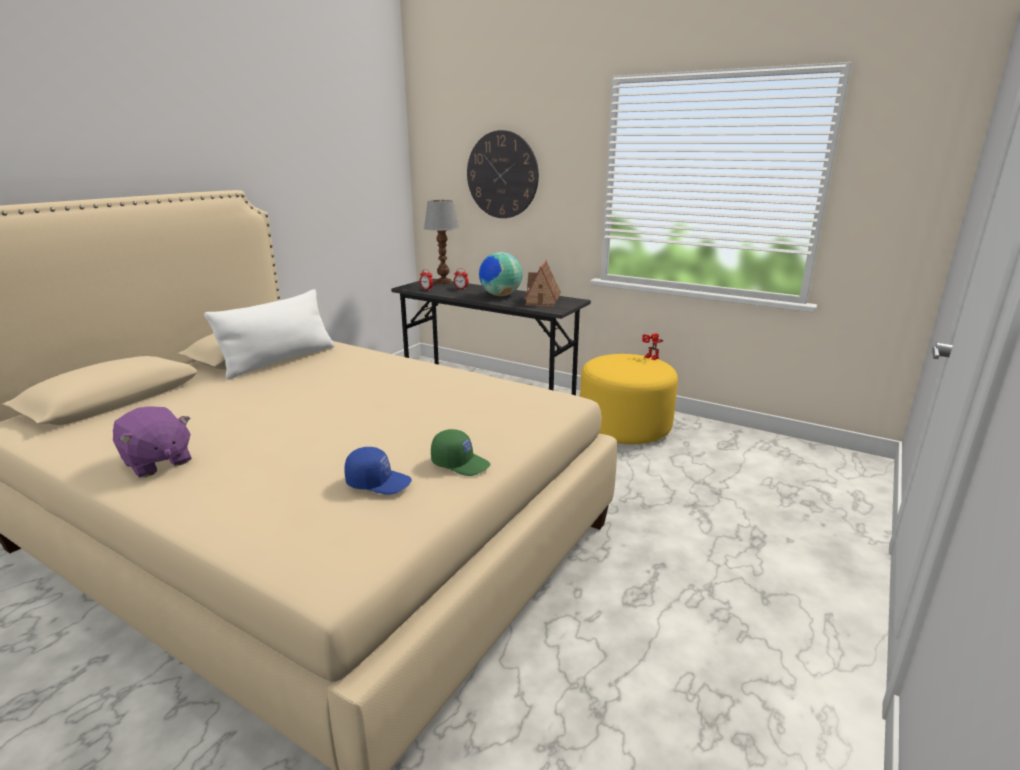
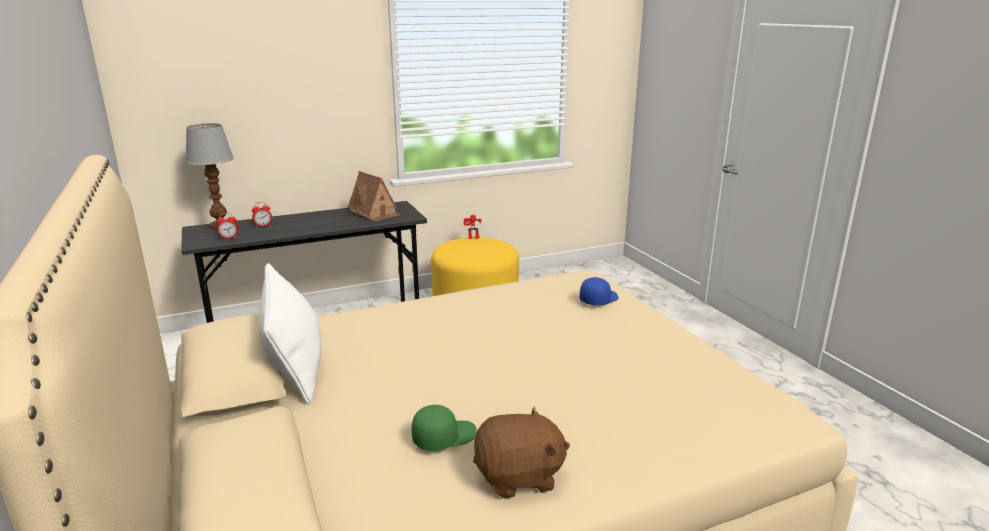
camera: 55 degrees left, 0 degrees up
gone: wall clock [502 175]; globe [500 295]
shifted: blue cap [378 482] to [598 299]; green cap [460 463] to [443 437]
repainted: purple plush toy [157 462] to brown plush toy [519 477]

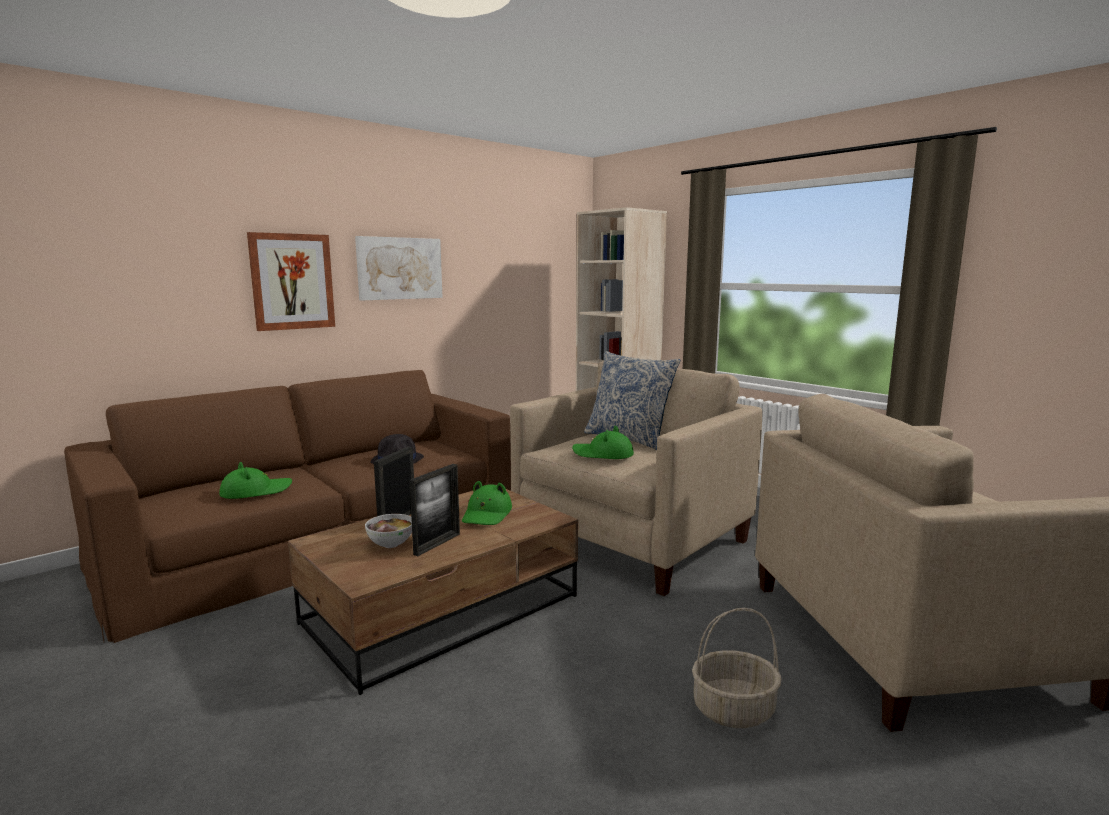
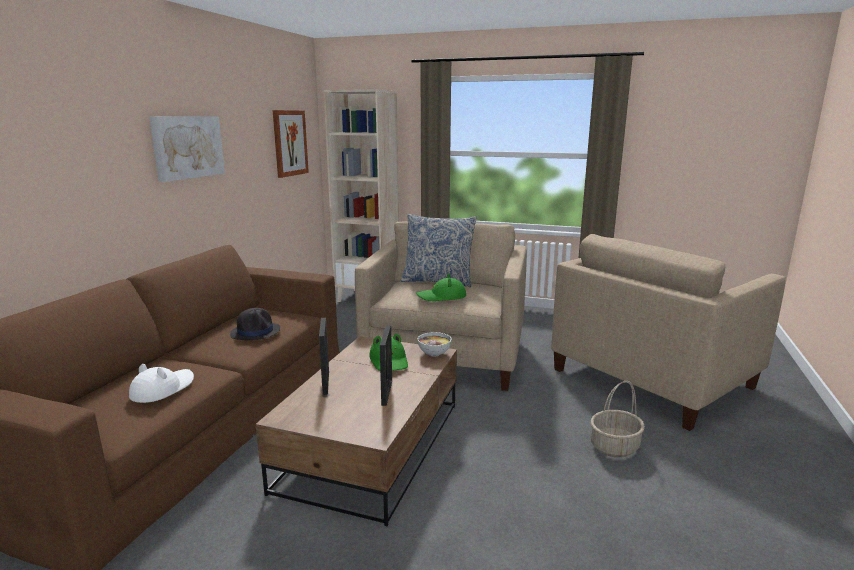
camera: 30 degrees left, 5 degrees up
shifted: picture [292 281] to [290 143]; bowl [391 544] to [434 354]
repainted: green hat [256 491] to white hat [162 389]

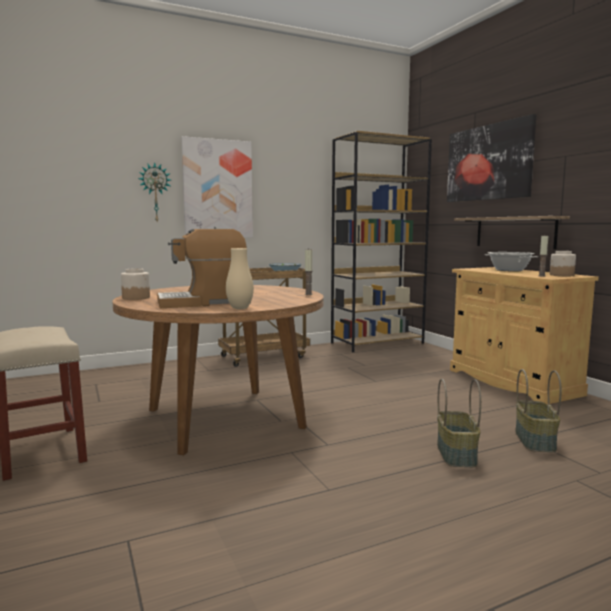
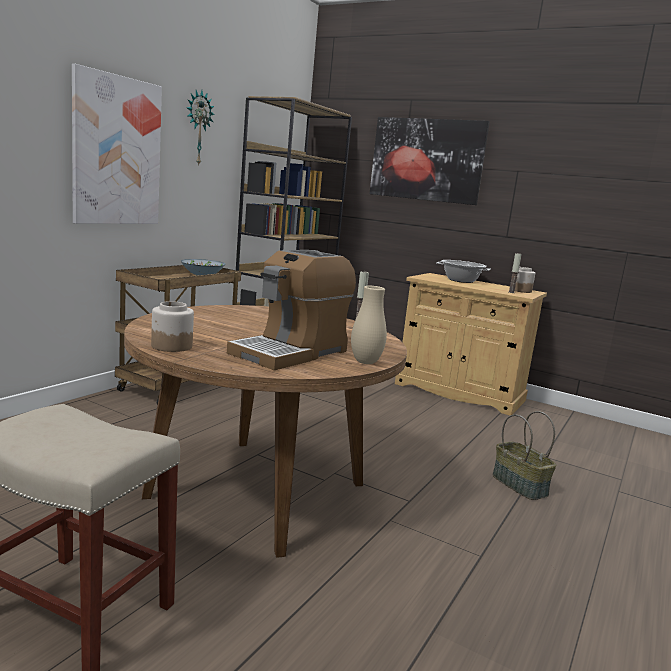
camera: 35 degrees left, 5 degrees up
gone: shelf [514 232]; basket [536 441]
shifted: wall clock [155 193] to [197 128]

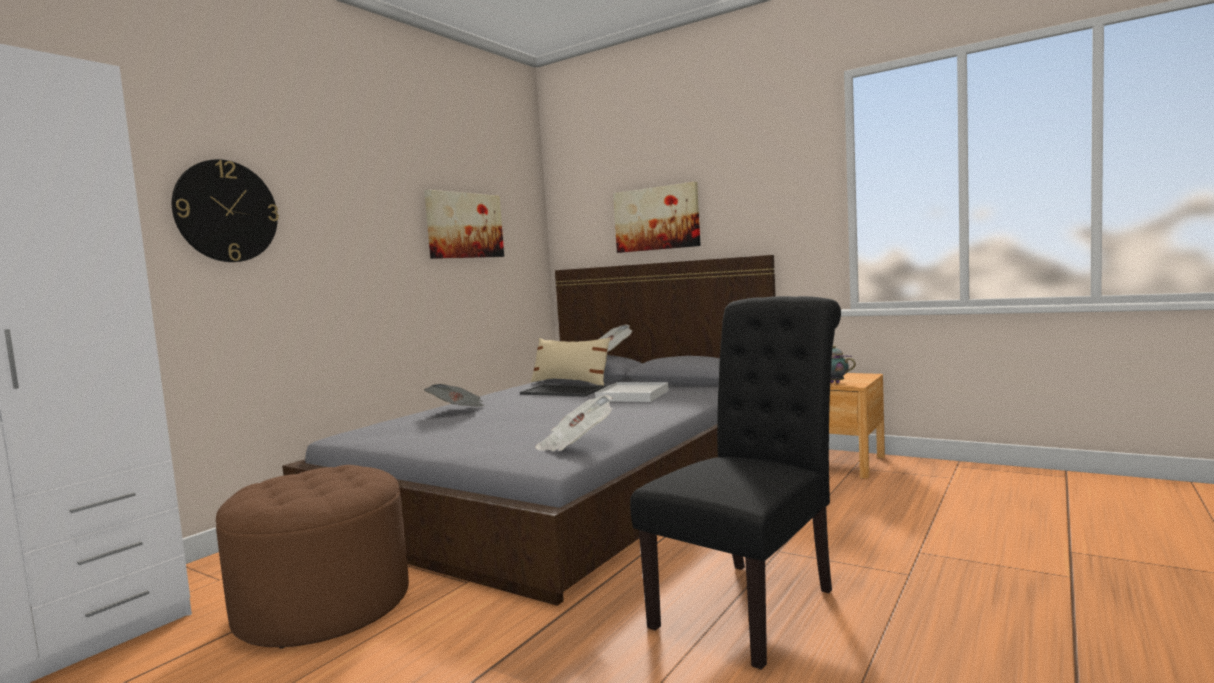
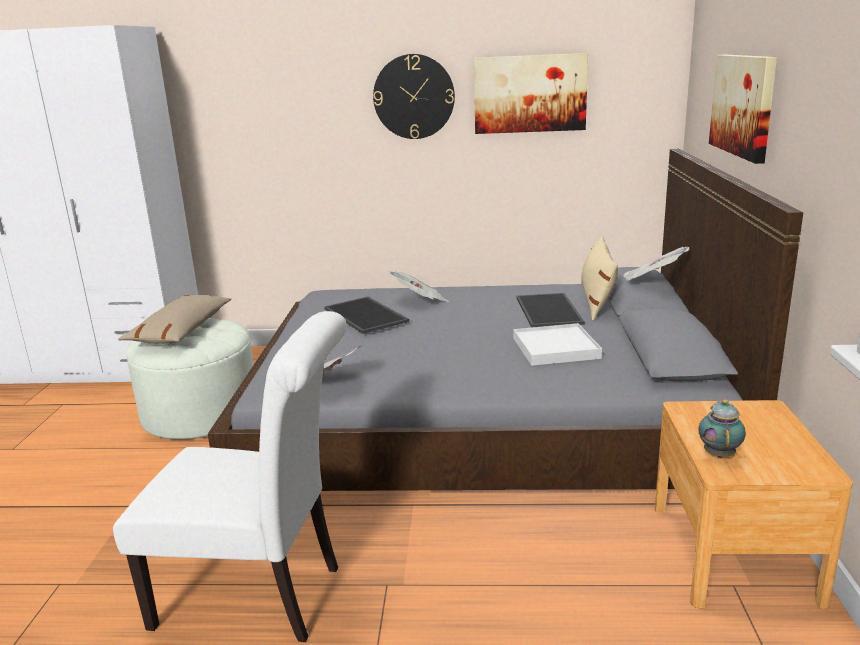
camera: 60 degrees right, 15 degrees up
new: beige pillow [181 330]; tray [367 315]
shifted: wall clock [226 211] to [414 97]
repainted: brown ottoman [323 605] to white ottoman [201 413]; black chair [752 603] to white chair [260 596]

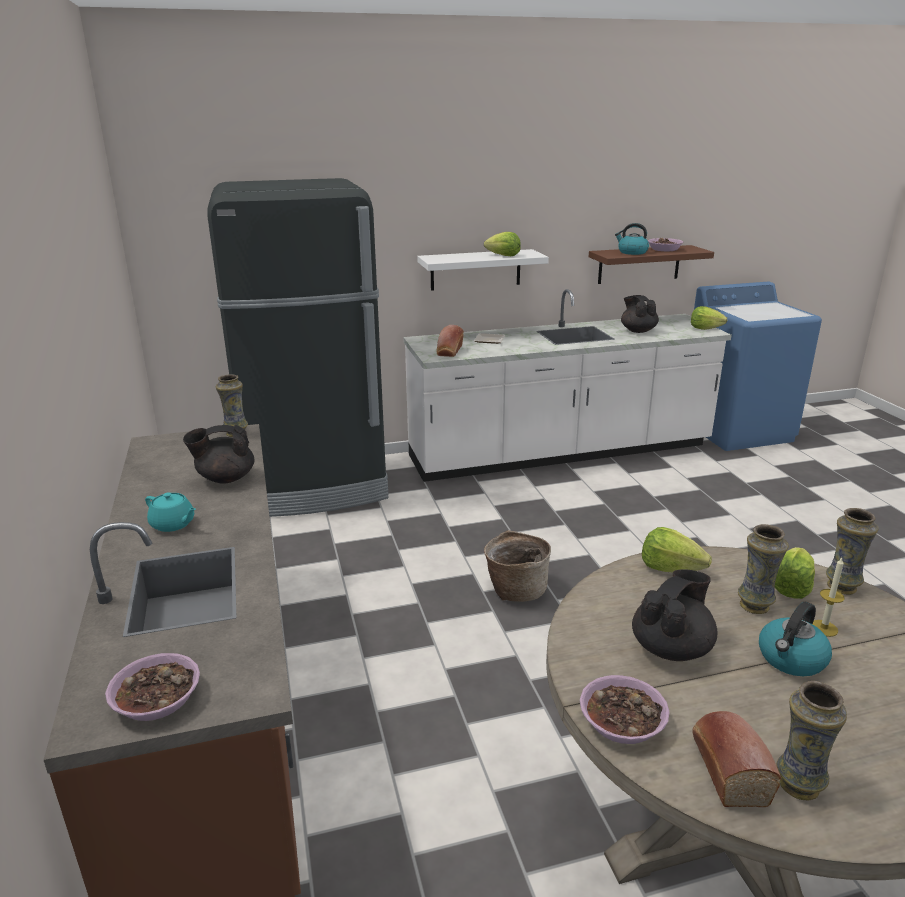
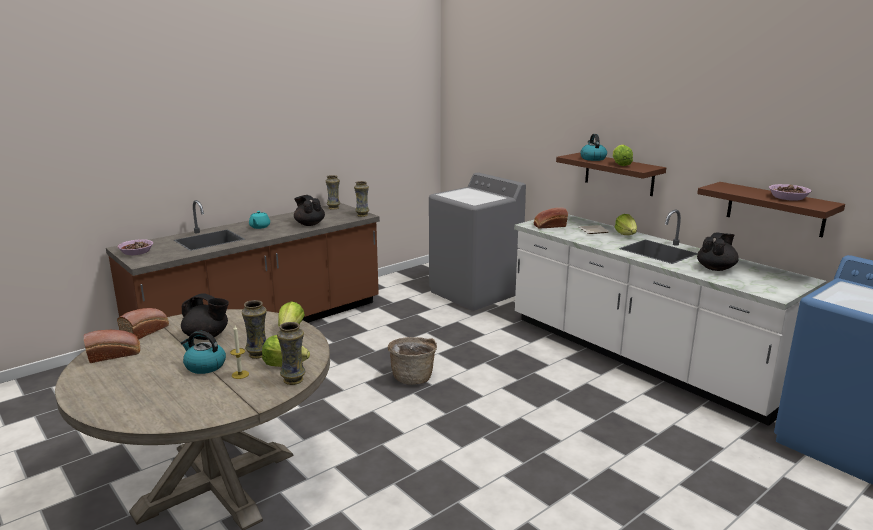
camera: 65 degrees right, 5 degrees down
shifted: kettle [632 252] to [592 158]; lettuce [705 328] to [626 234]; vase [798 784] to [334 208]
swapped: black fridge [316 487] to grey washing machine [475 293]; bowl [622 721] to bread [146 331]
repainted: white shelf [475 270] to brown shelf [619 174]

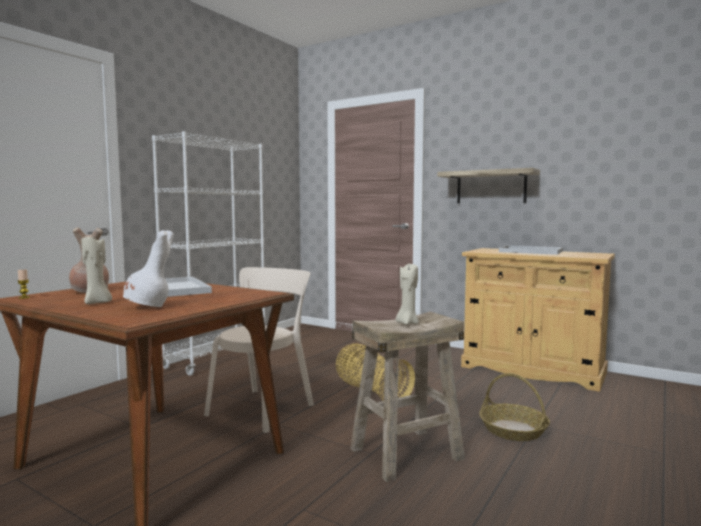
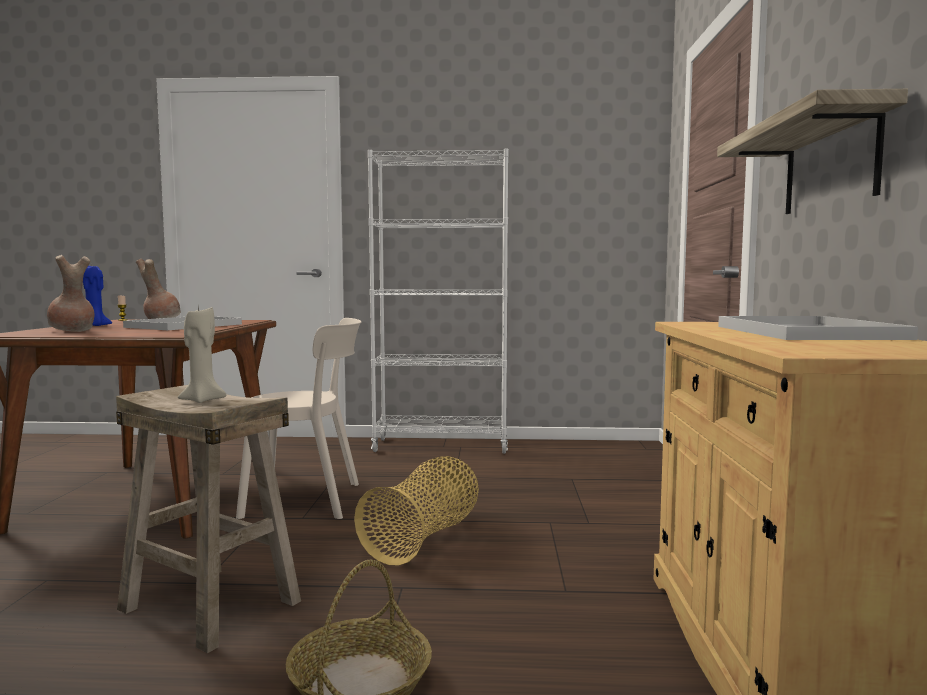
camera: 60 degrees right, 0 degrees up
repainted: beige candle [97 303] to blue candle [95 326]; white vase [148 307] to brown vase [71 331]

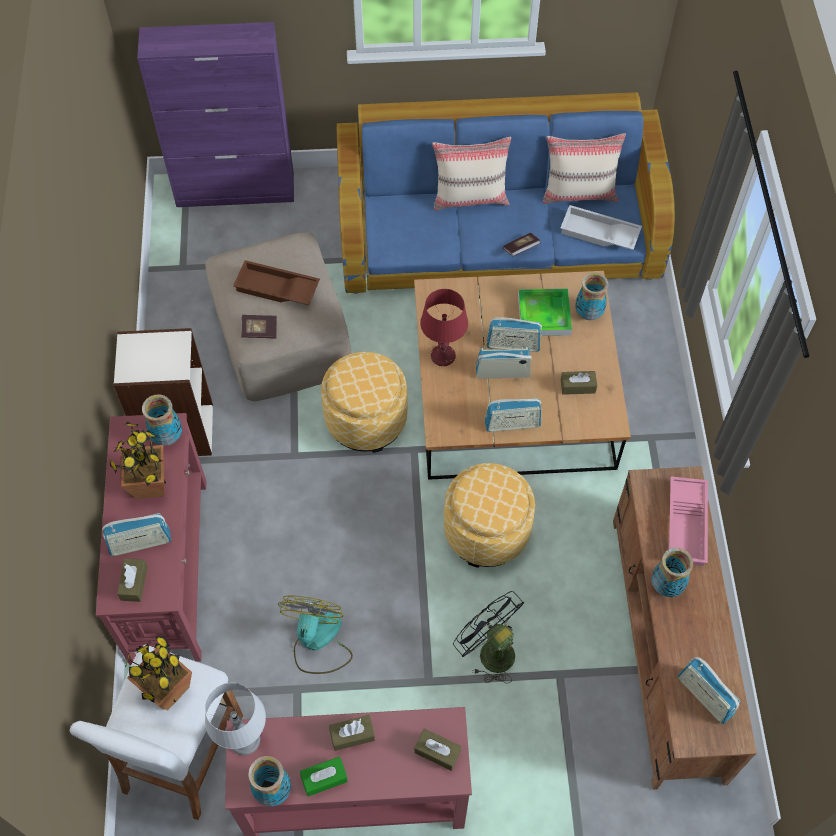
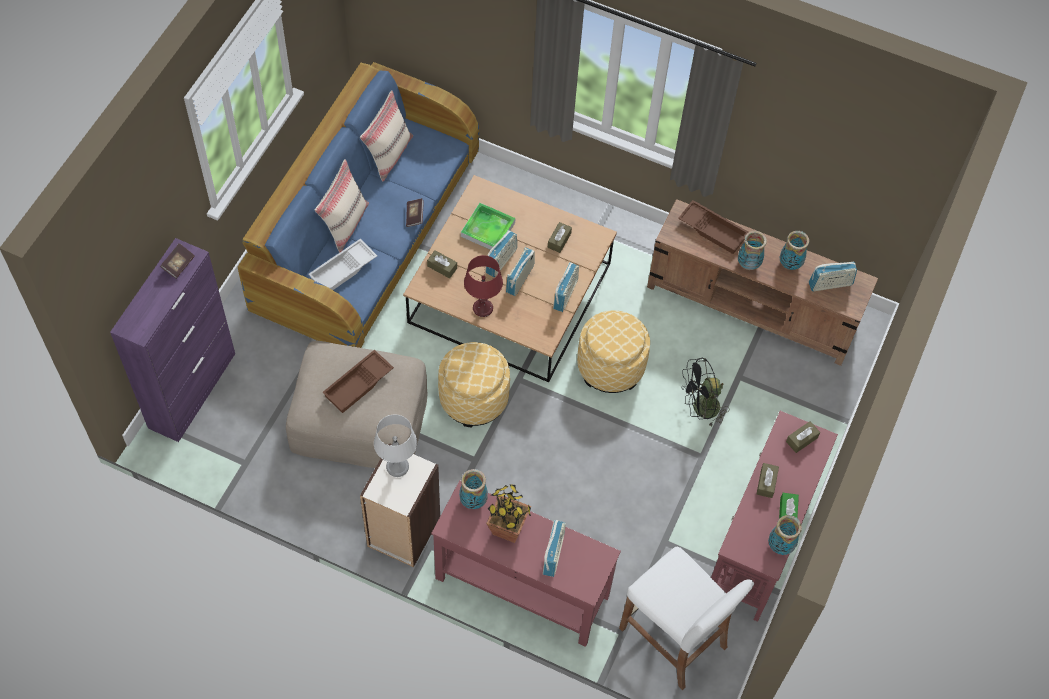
camera: 65 degrees left, 0 degrees up
gone: potted plant [167 690]; fan [317 641]
shifted: brown tissue box [134 583] to [442 267]; grey table lamp [244 740] to [397 467]; book [259 331] to [178 265]; white tray [598 234] to [343 270]; vase [588 313] to [789 264]
repainted: pink tray [687 525] to brown tray [713 229]

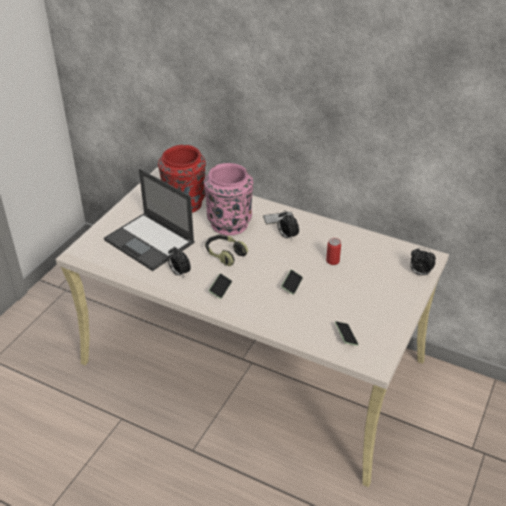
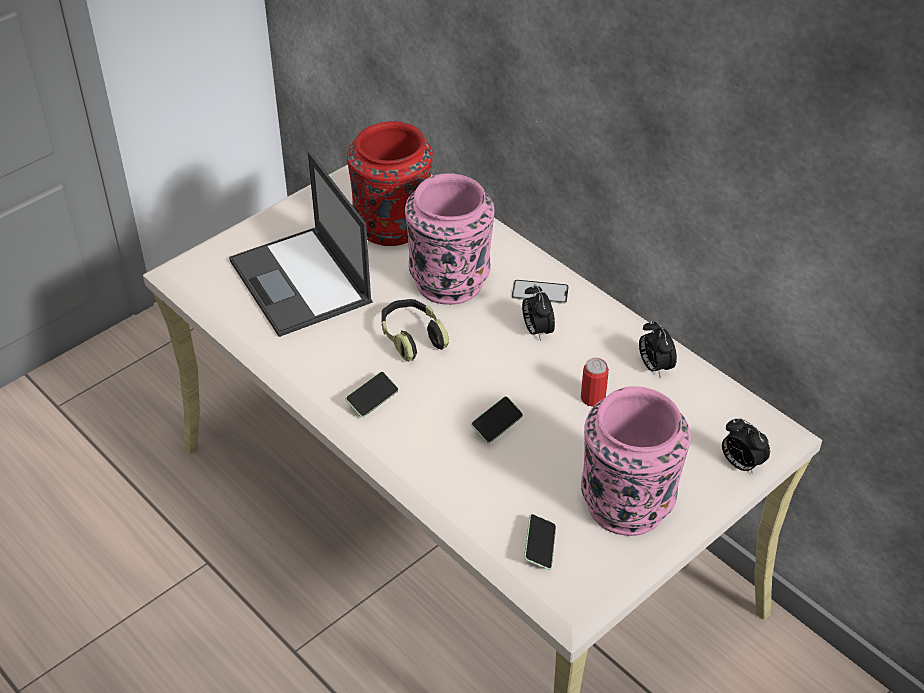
camera: 20 degrees right, 5 degrees up
new: pink vase [627 502]
shifted: alarm clock [179 273] to [654 366]

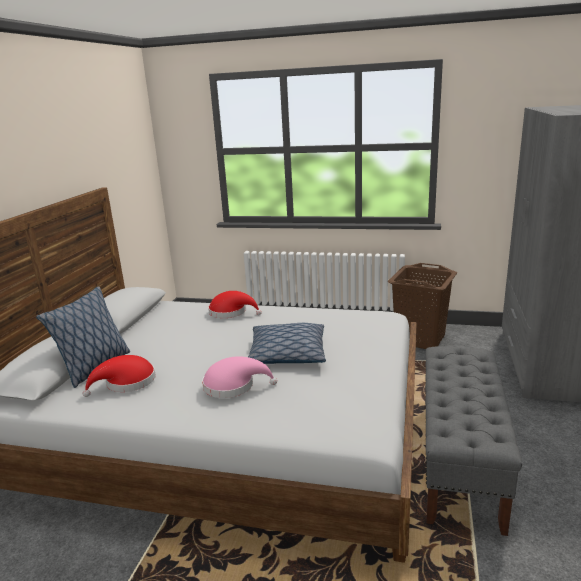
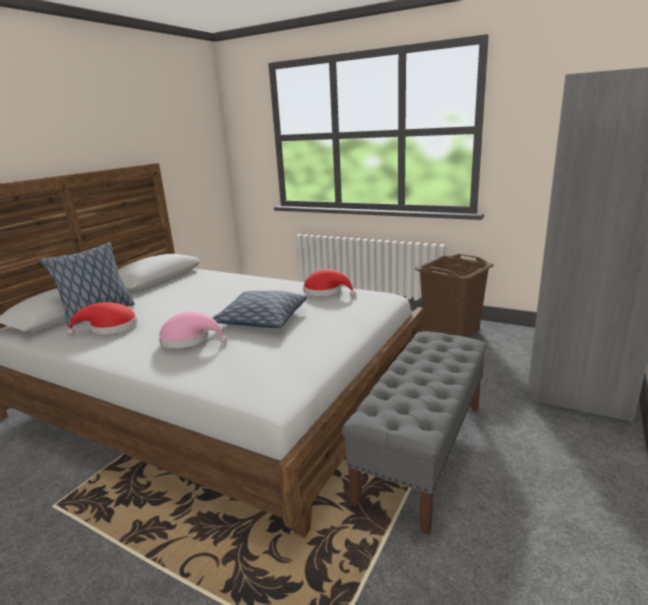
camera: 15 degrees right, 0 degrees up
shifted: red hat [231 312] to [326 291]

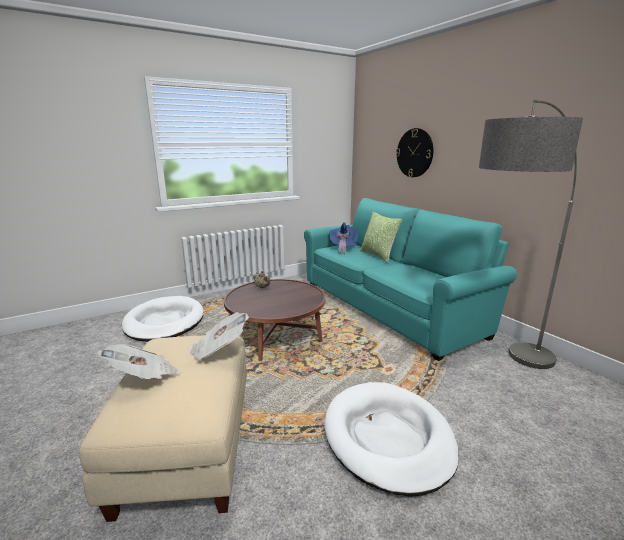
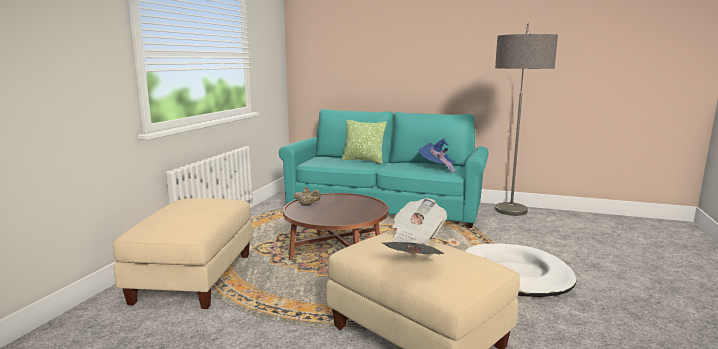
camera: 40 degrees left, 5 degrees down
gone: wall clock [414 153]
shifted: blue hat [343 248] to [437 168]
swapped: white dog bed [164 322] to beige ottoman [195 278]

